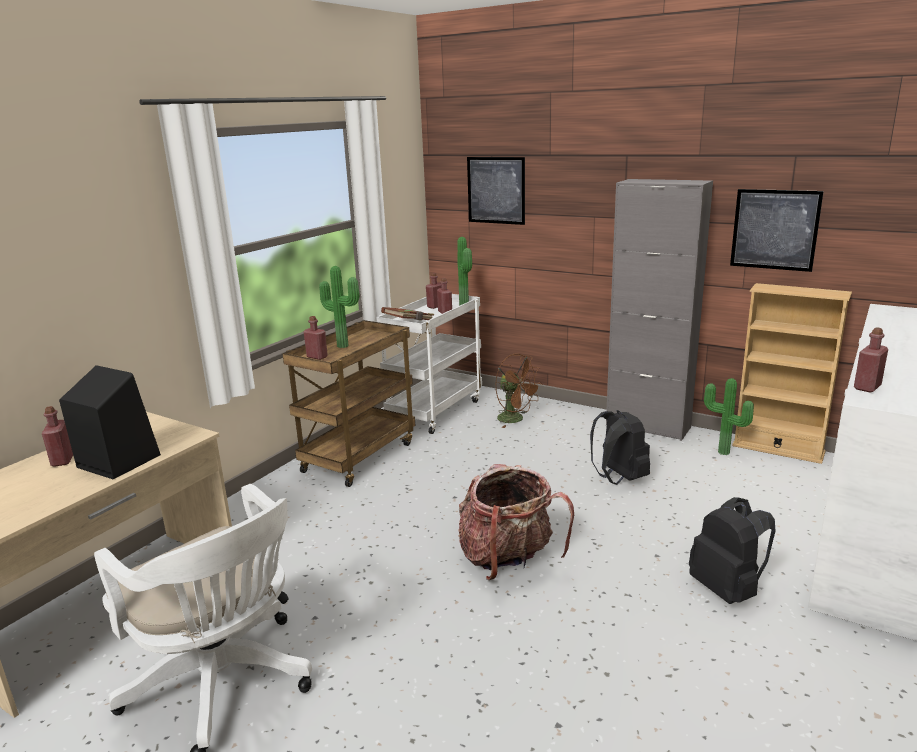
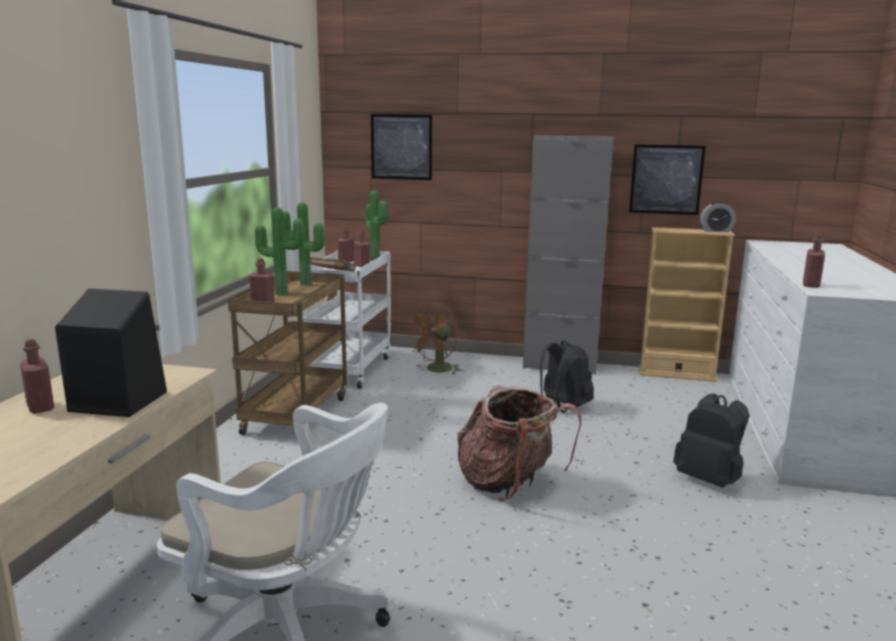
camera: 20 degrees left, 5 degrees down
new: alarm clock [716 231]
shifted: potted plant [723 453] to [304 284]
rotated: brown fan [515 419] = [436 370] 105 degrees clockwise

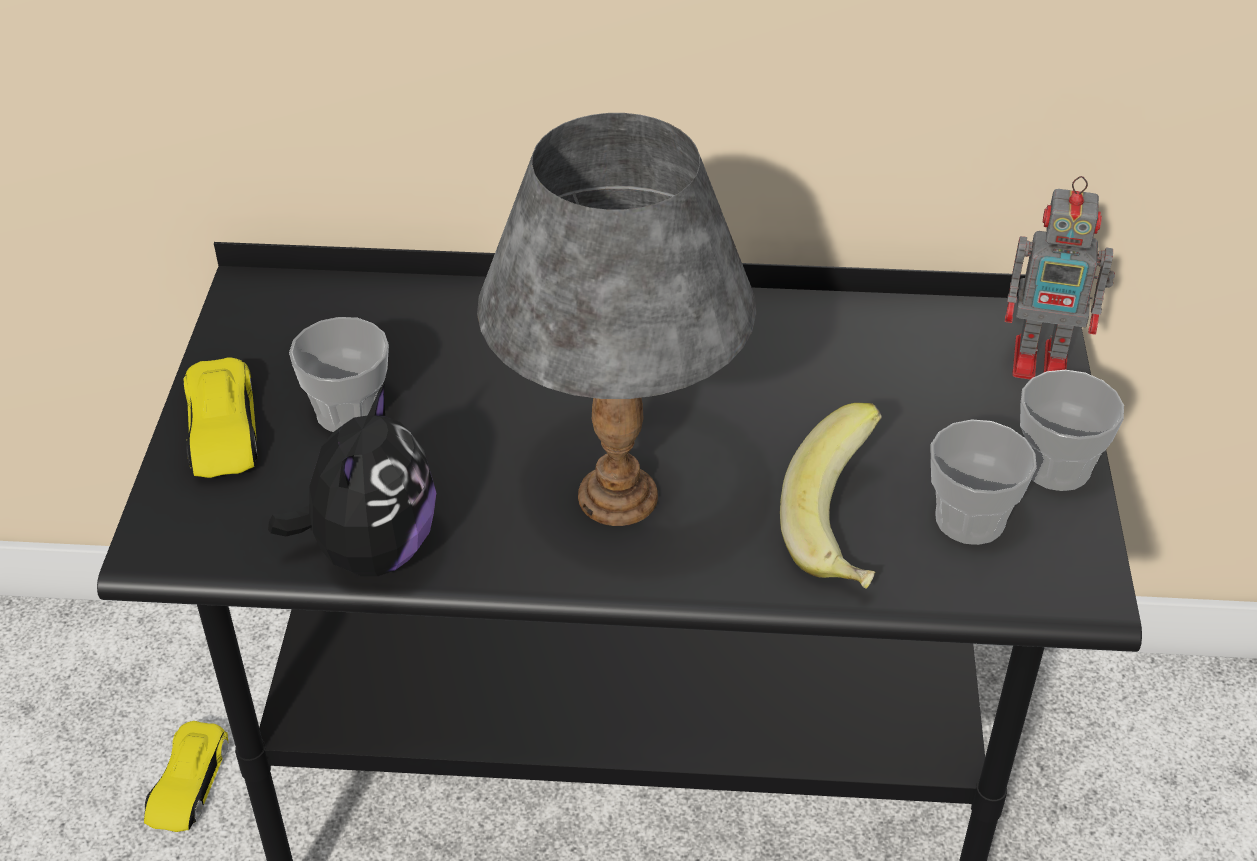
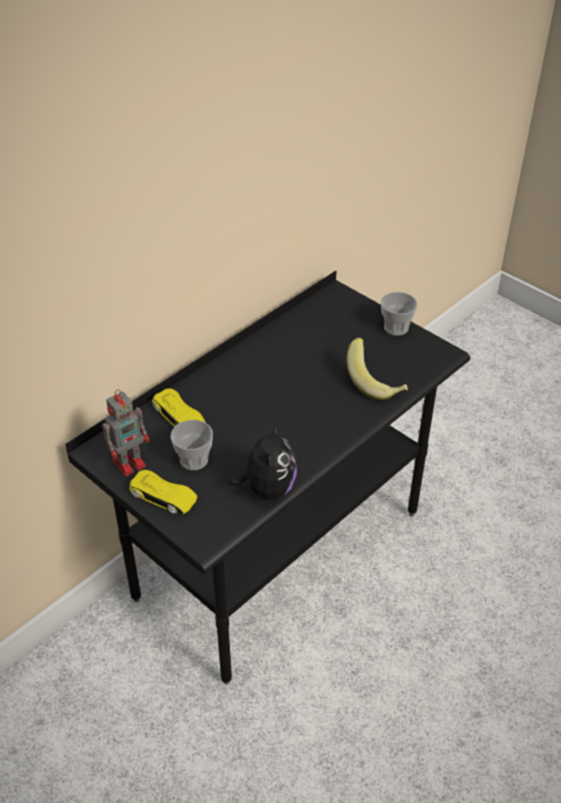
camera: 50 degrees left, 0 degrees up
gone: grey table lamp [617 498]; cup [970 519]
shifted: yellow toy car [188 783] to [179 416]; toy robot [1044 361] to [130 462]
rotated: plush toy [371 550] = [267 489] 45 degrees clockwise

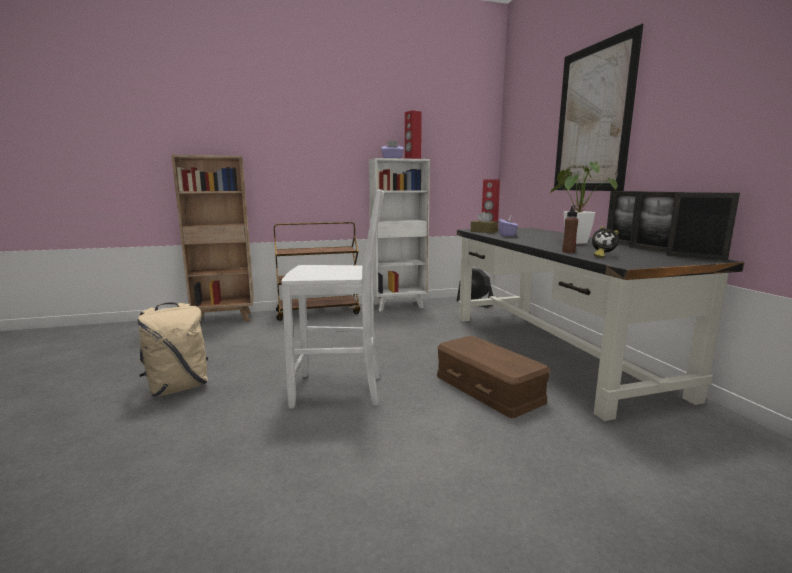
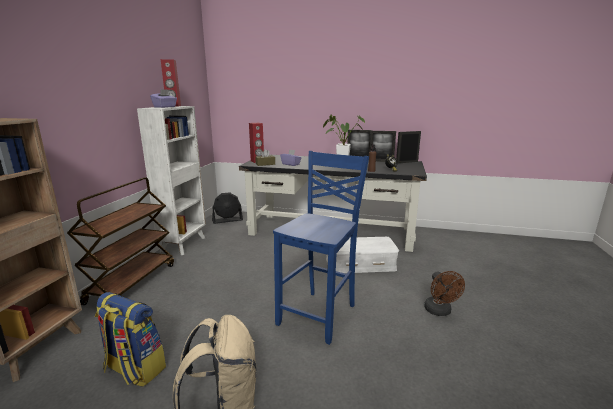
camera: 60 degrees left, 5 degrees up
gone: picture [592 119]
new: backpack [134 369]; brown fan [439 311]
repainted: white chair [340 391] to blue chair [319 314]; brown storage box [489 388] to white storage box [360 264]

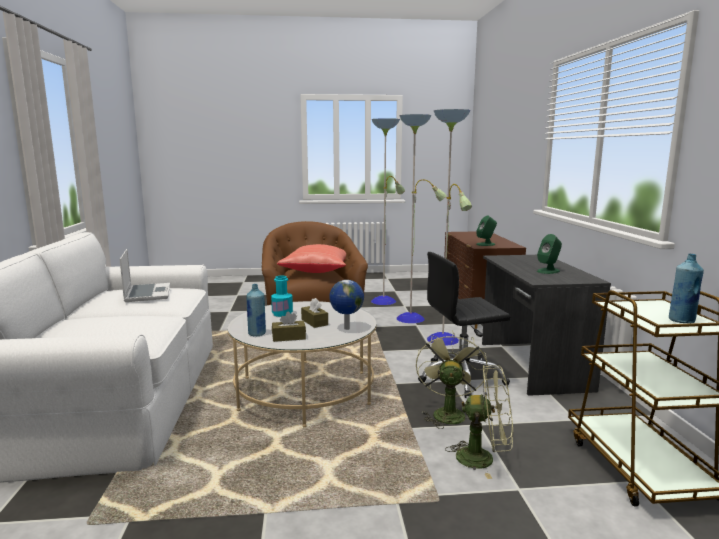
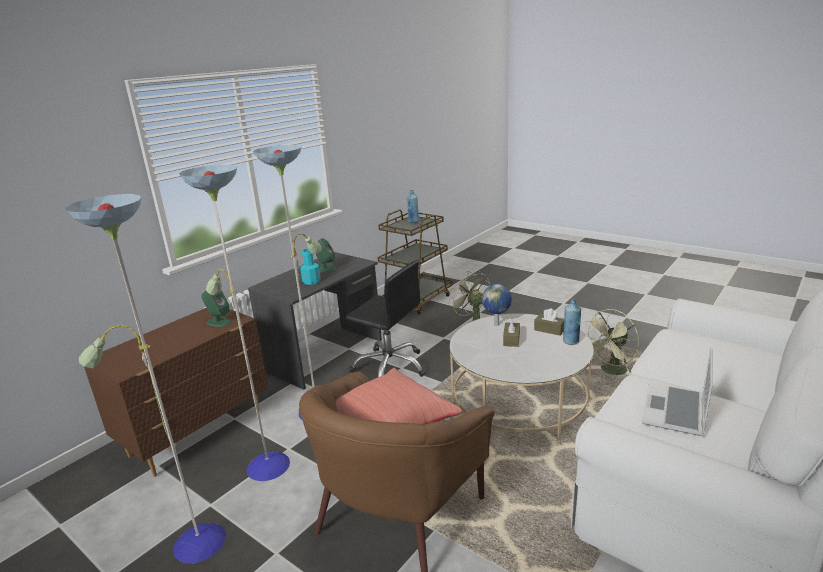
camera: 135 degrees left, 10 degrees up
shifted: turquoise bottle [282 314] to [311 281]; green fan [447 413] to [611 371]

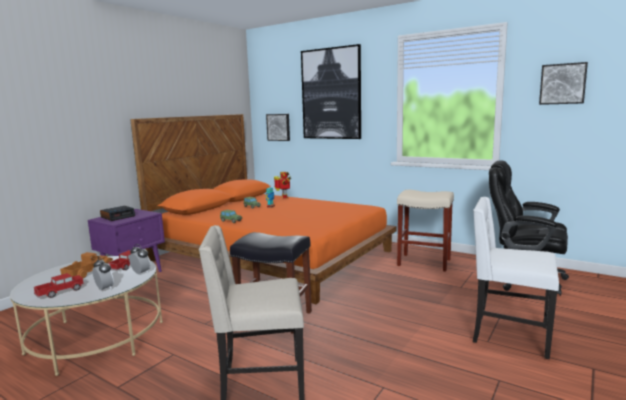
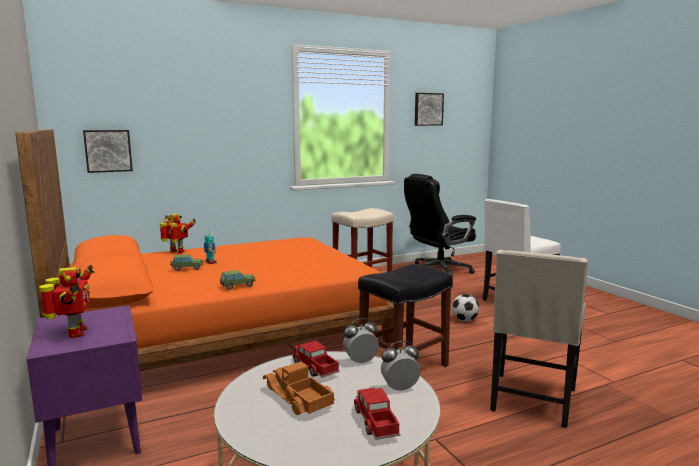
camera: 60 degrees left, 0 degrees up
gone: picture [331 94]
new: football [464 320]
swapped: alarm clock [118 216] to toy robot [74 333]

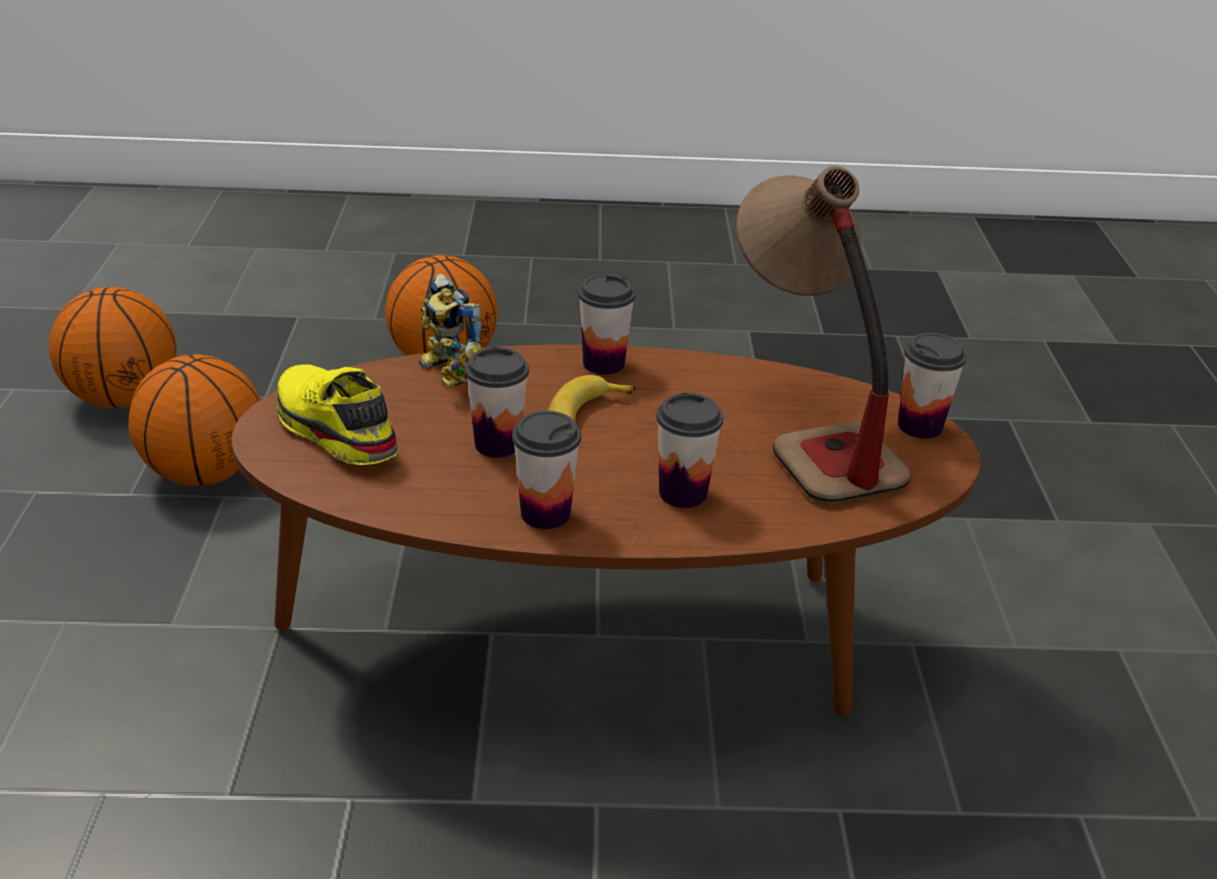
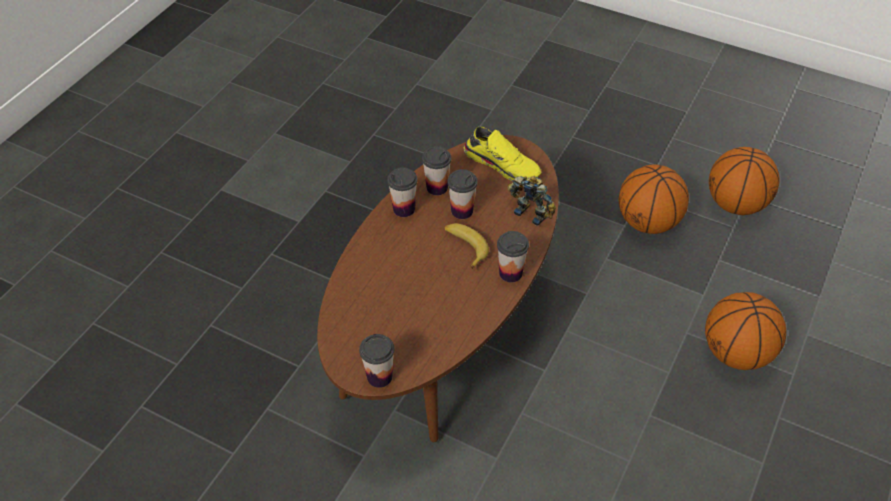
camera: 120 degrees right, 15 degrees up
gone: table lamp [806 432]
shifted: cup [683 493] to [437 187]
rotated: yellow shoe [332 430] = [503 164] 45 degrees clockwise; toy robot [445 373] = [532 212] 45 degrees clockwise

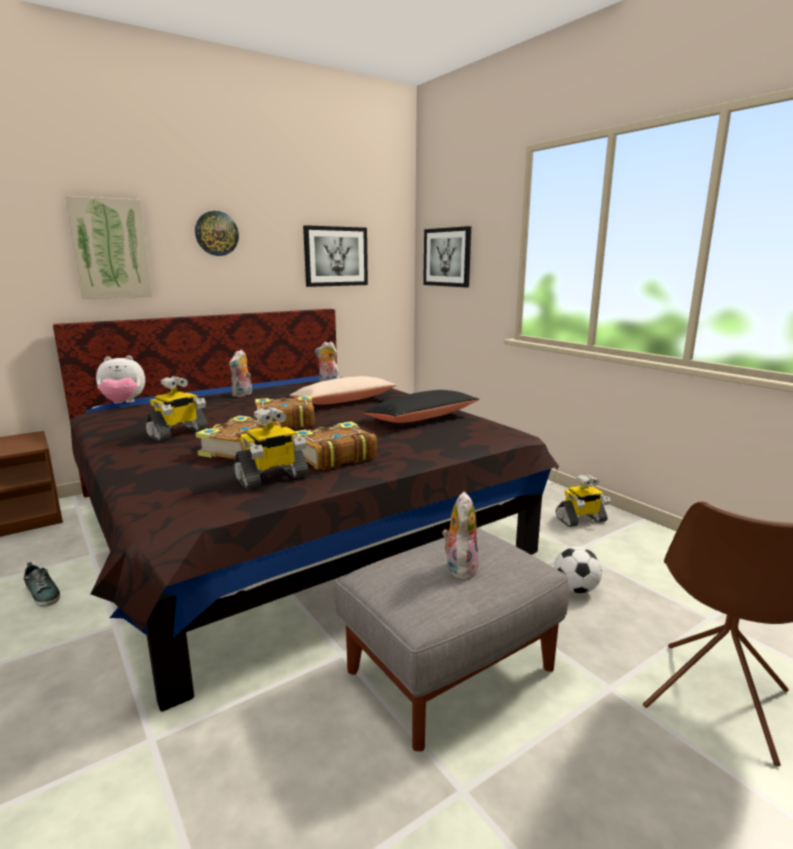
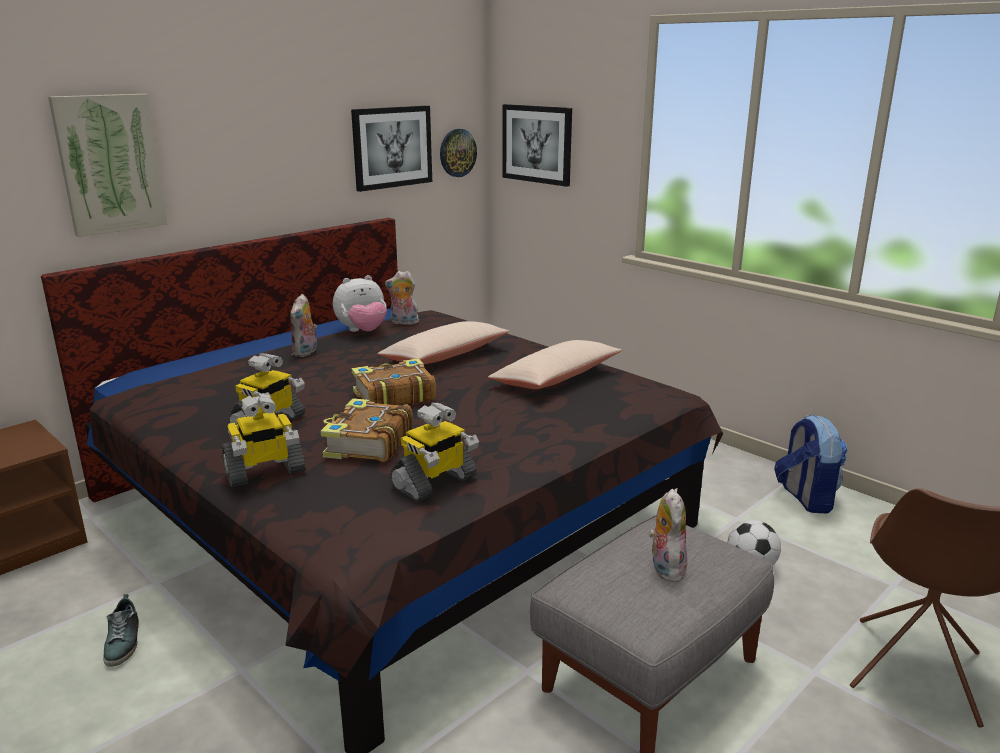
camera: 10 degrees left, 5 degrees up
gone: book [333 457]
new: backpack [805 498]
shifted: plush toy [123 404] to [362 331]; wall clock [216 233] to [457 153]; toy robot [581 520] to [264 472]
repainted: black pillow [421 418] to beige pillow [556 378]
rotated: shoe [43 594] = [124 642] 45 degrees clockwise

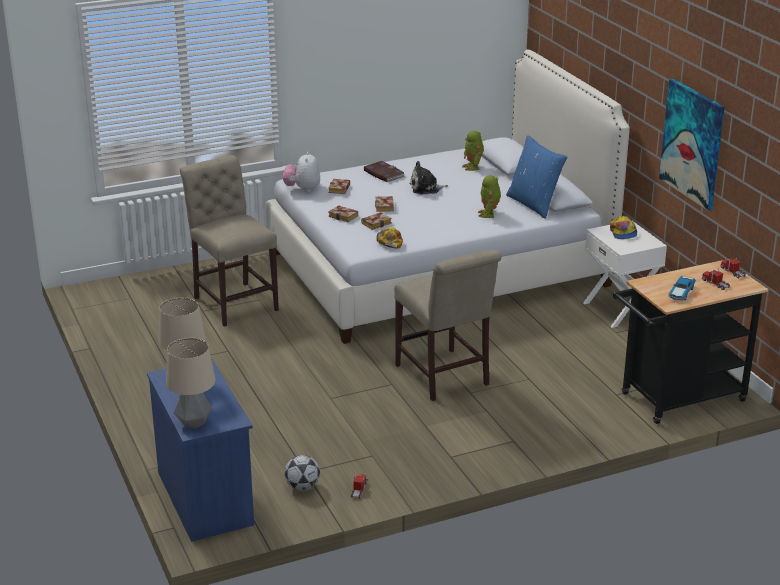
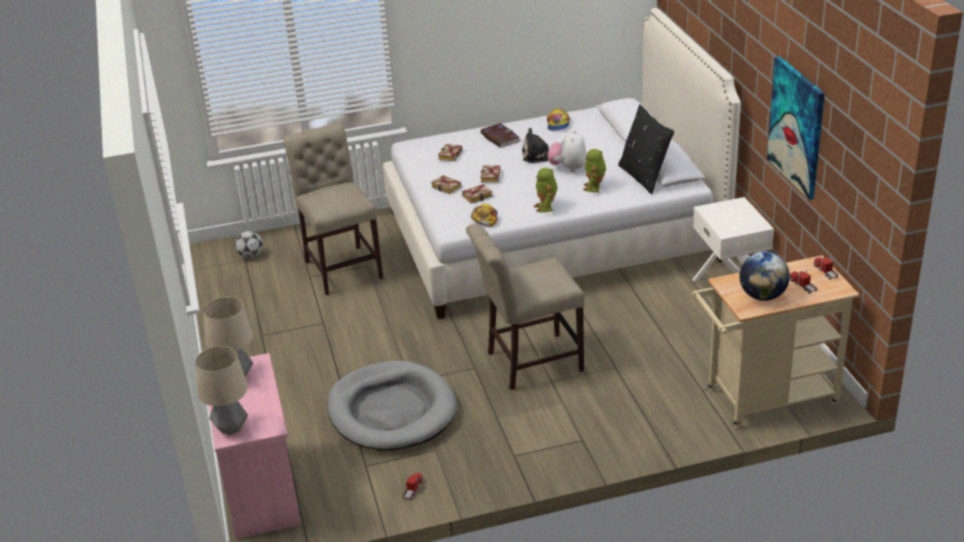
camera: 10 degrees right, 5 degrees up
new: grey dog bed [391 411]
shifted: plush toy [302 189] to [568 168]; football [302 487] to [251 256]; toy robot [473 167] to [546 207]; cap [623 233] to [558 124]
swapped: toy car [681 293] to globe [762 296]
repainted: blue dresser [205 497] to pink dresser [261 490]; blue pillow [534 204] to black pillow [644 177]; black cart [676 400] to beige cart [764 399]
rotated: beige chair [444 377] = [529 362] 90 degrees clockwise

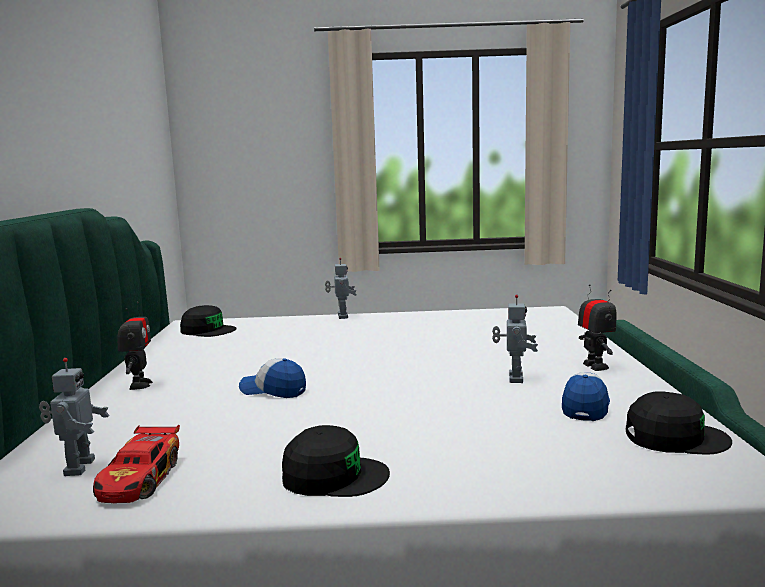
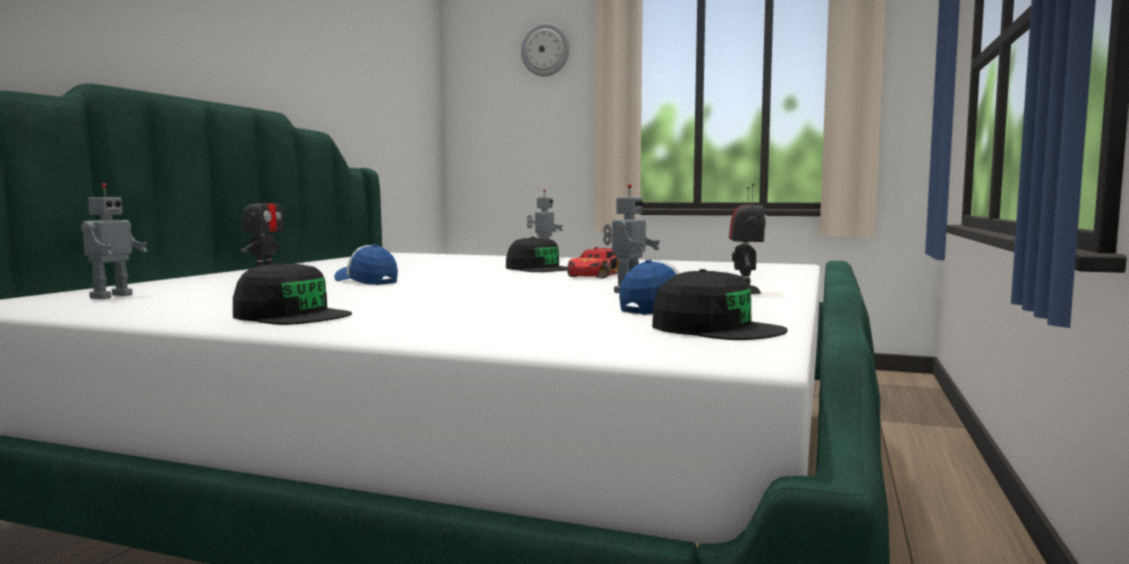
camera: 20 degrees right, 5 degrees down
new: wall clock [545 50]
shifted: toy car [141 479] to [597 275]; black cap [208 330] to [539 269]

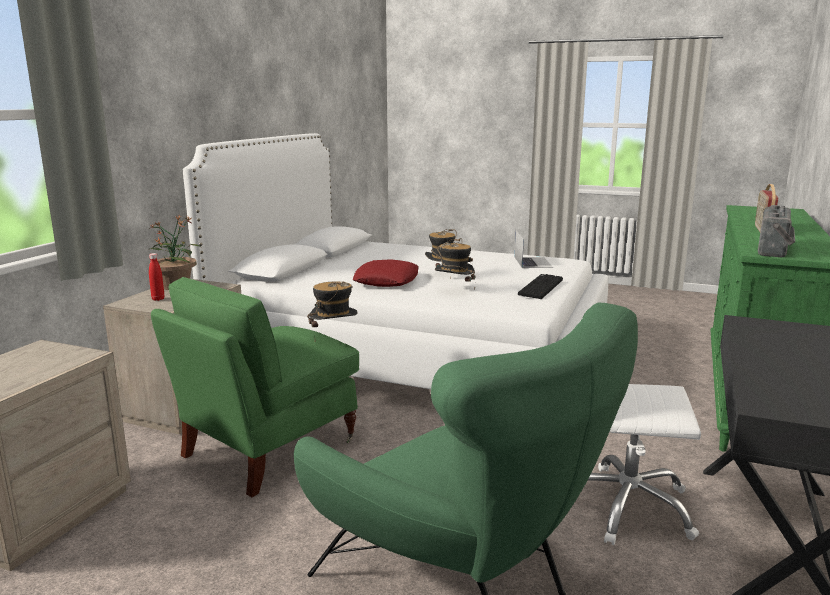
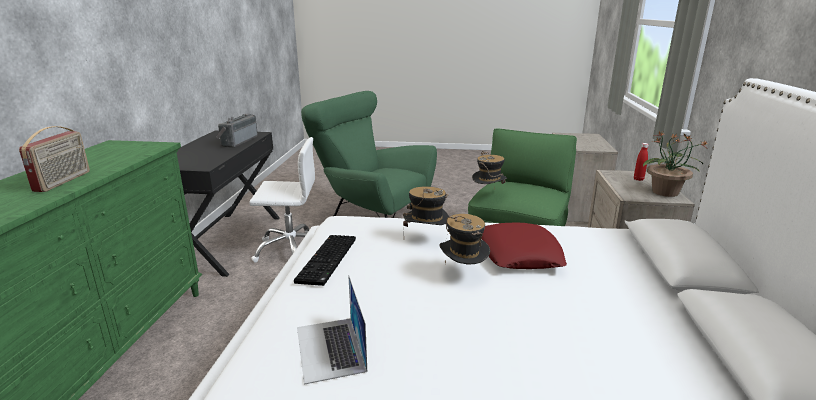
camera: 165 degrees right, 5 degrees up
shifted: radio [776 250] to [238 141]

